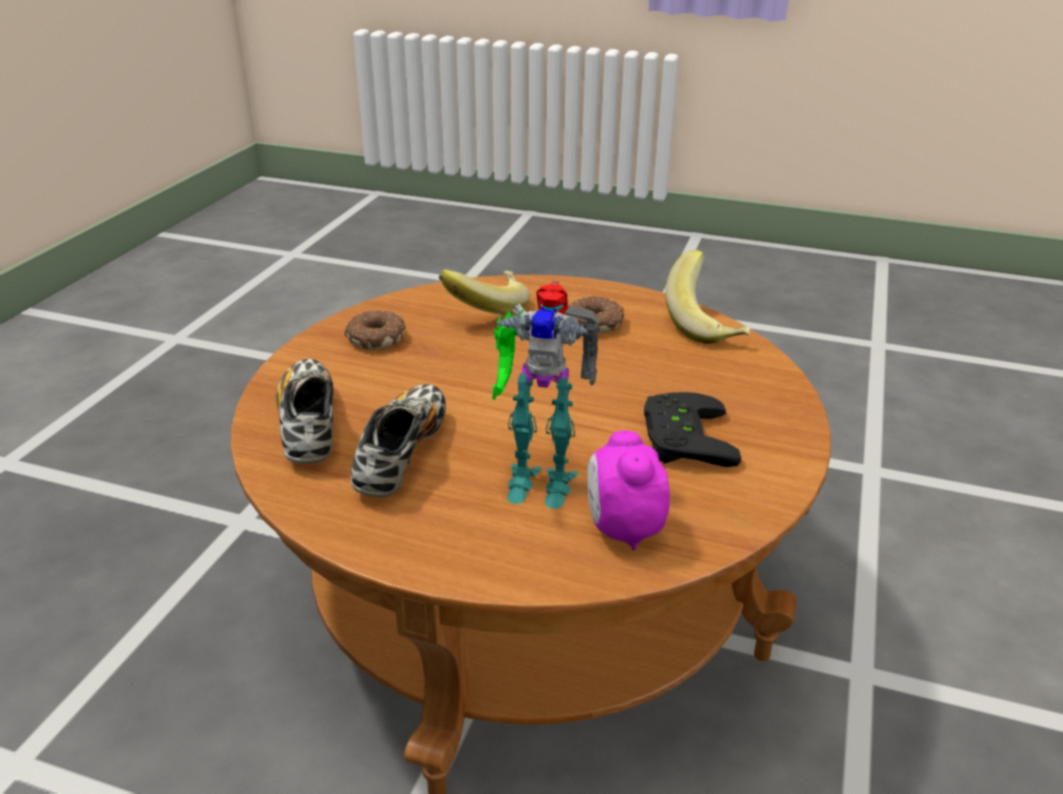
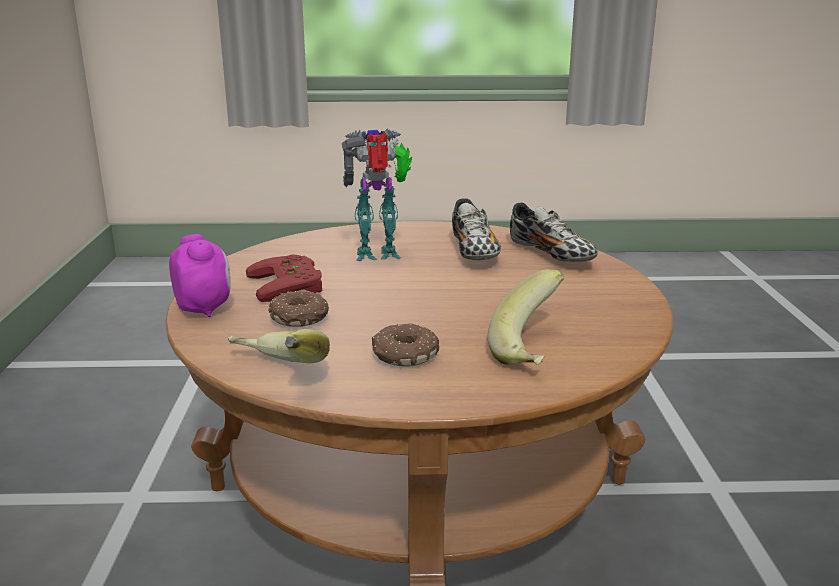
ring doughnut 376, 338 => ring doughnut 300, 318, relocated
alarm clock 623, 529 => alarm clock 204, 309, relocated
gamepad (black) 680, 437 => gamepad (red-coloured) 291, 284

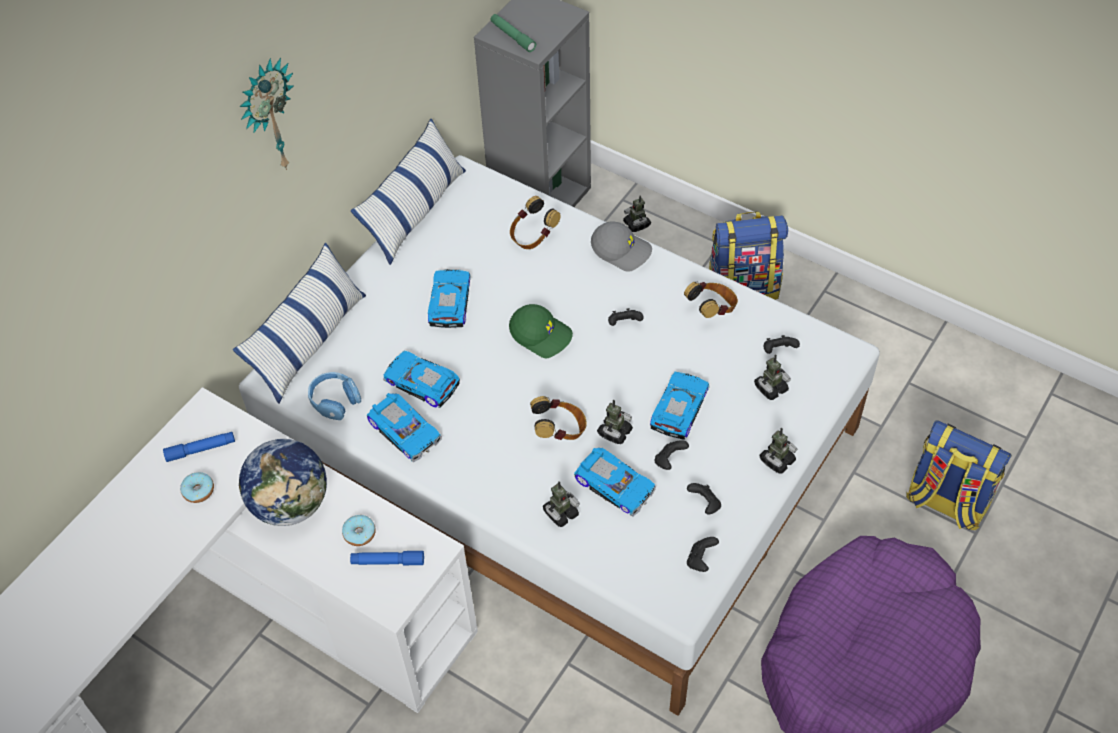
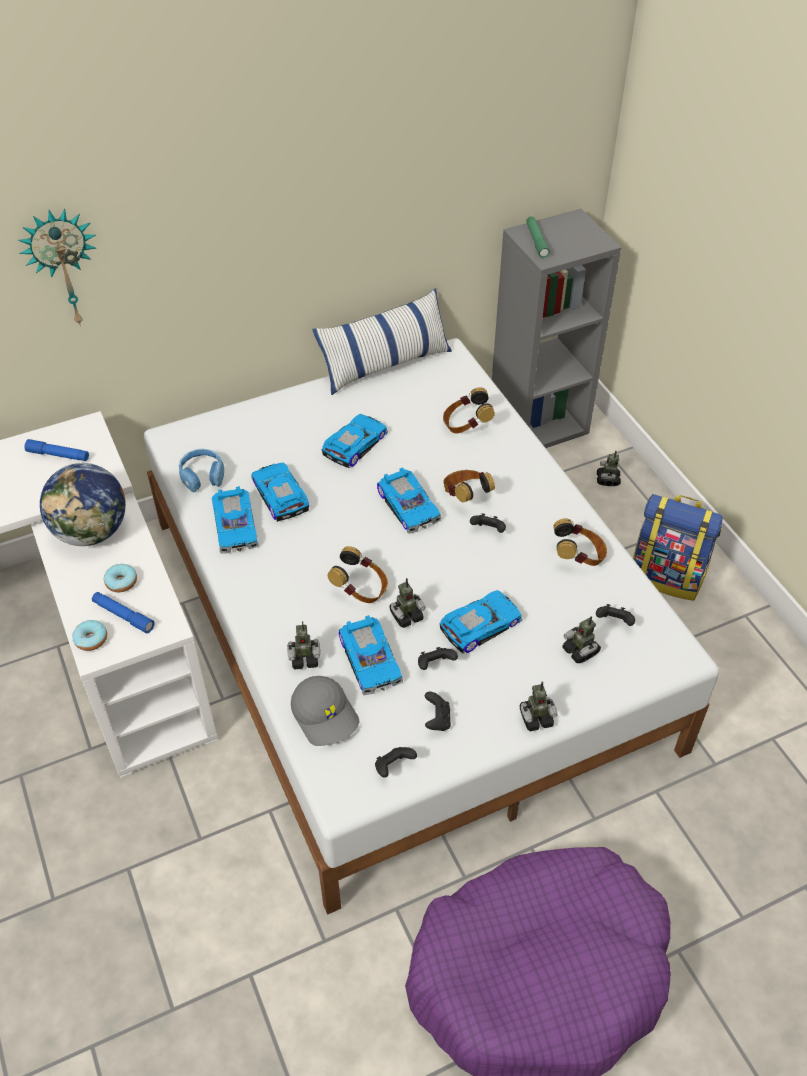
ring doughnut 198, 491 => ring doughnut 91, 639, relocated
cushion 309, 342 => nothing
hanging clock 268, 117 => hanging clock 63, 267, relocated
cap (green) 542, 334 => toy car 409, 505
cap (gray) 622, 250 => cap (gray) 326, 715, relocated
toy robot 770, 388 => toy robot 580, 651, 60 degrees clockwise
rucksack 946, 502 => nothing
nothing => headset 465, 496

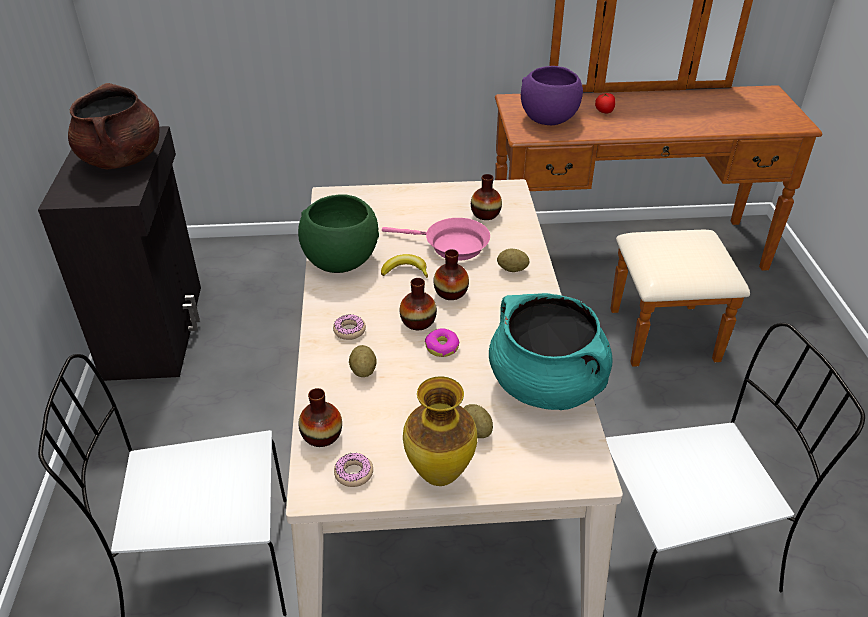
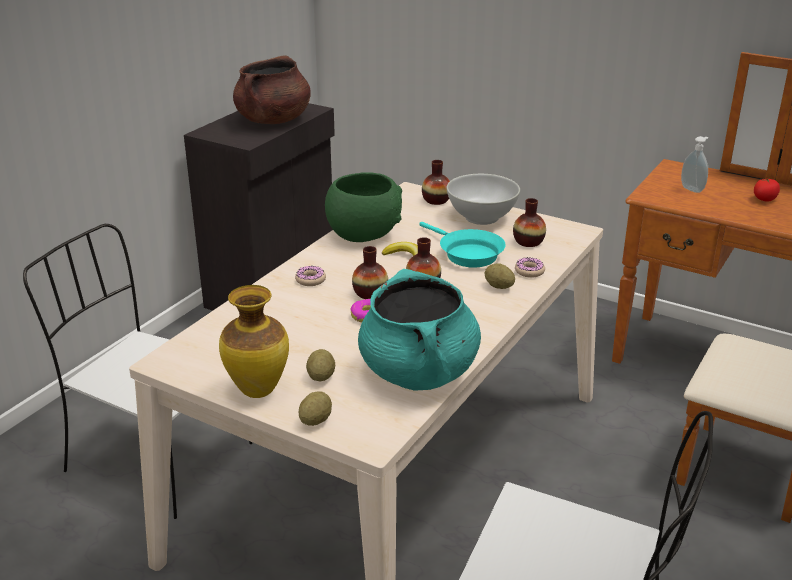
flower vase 322, 435 => flower vase 436, 200, relocated
ring doughnut 354, 473 => ring doughnut 529, 271, relocated
whole potato 363, 371 => whole potato 315, 420, relocated
pan (pink-coloured) 451, 245 => pan (blue-green) 467, 253
bowl (purplish) 548, 118 => liquid soap bottle 693, 189
nothing => bowl (white-coloured) 482, 218

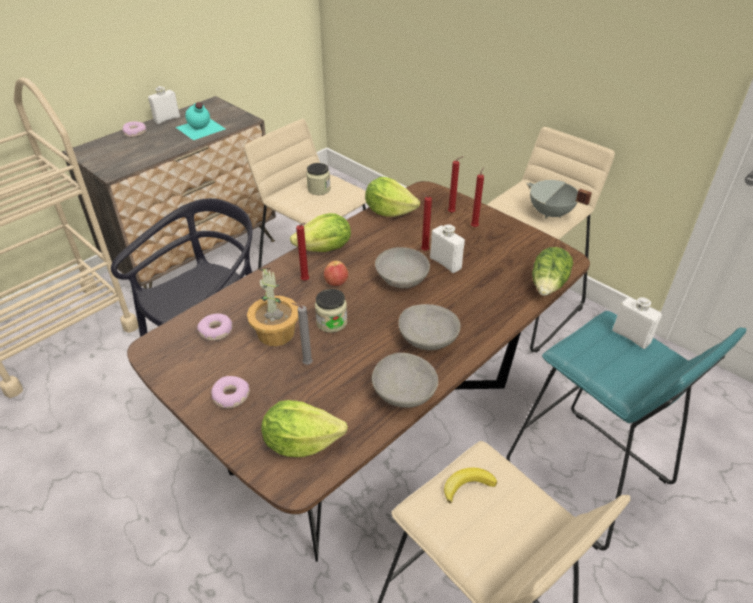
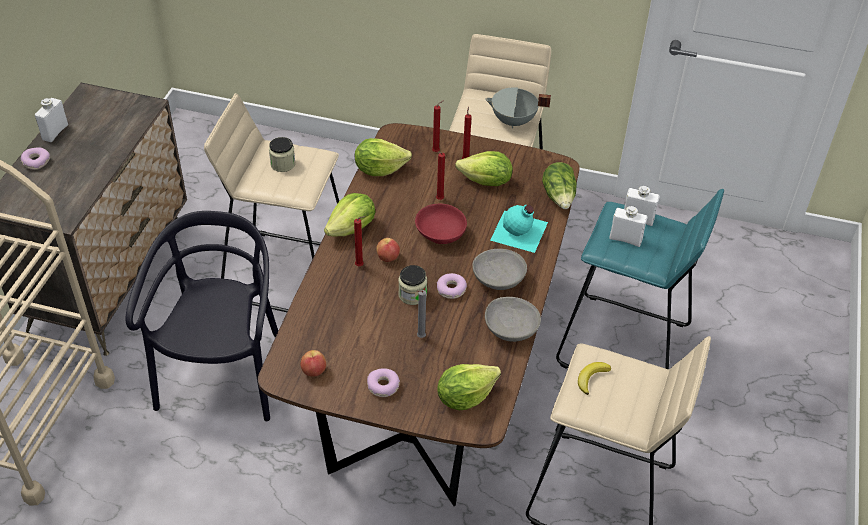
drink bottle (blue-green) 200, 128 => drink bottle (blue-green) 519, 232, relocated
ring doughnut 216, 331 => ring doughnut 451, 289, relocated
plant in a pot 276, 333 => nothing
bowl (gray) 402, 279 => bowl (red-coloured) 441, 234
drink bottle (white-coloured) 445, 263 => drink bottle (white-coloured) 625, 239, relocated
nothing => apple fruit 314, 371
nothing => head of lettuce 486, 182

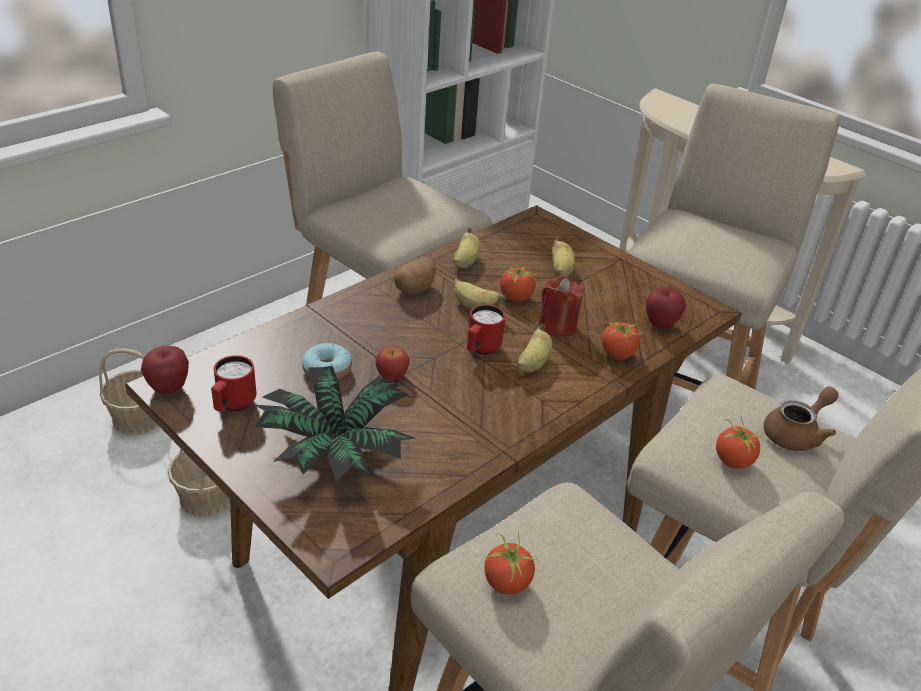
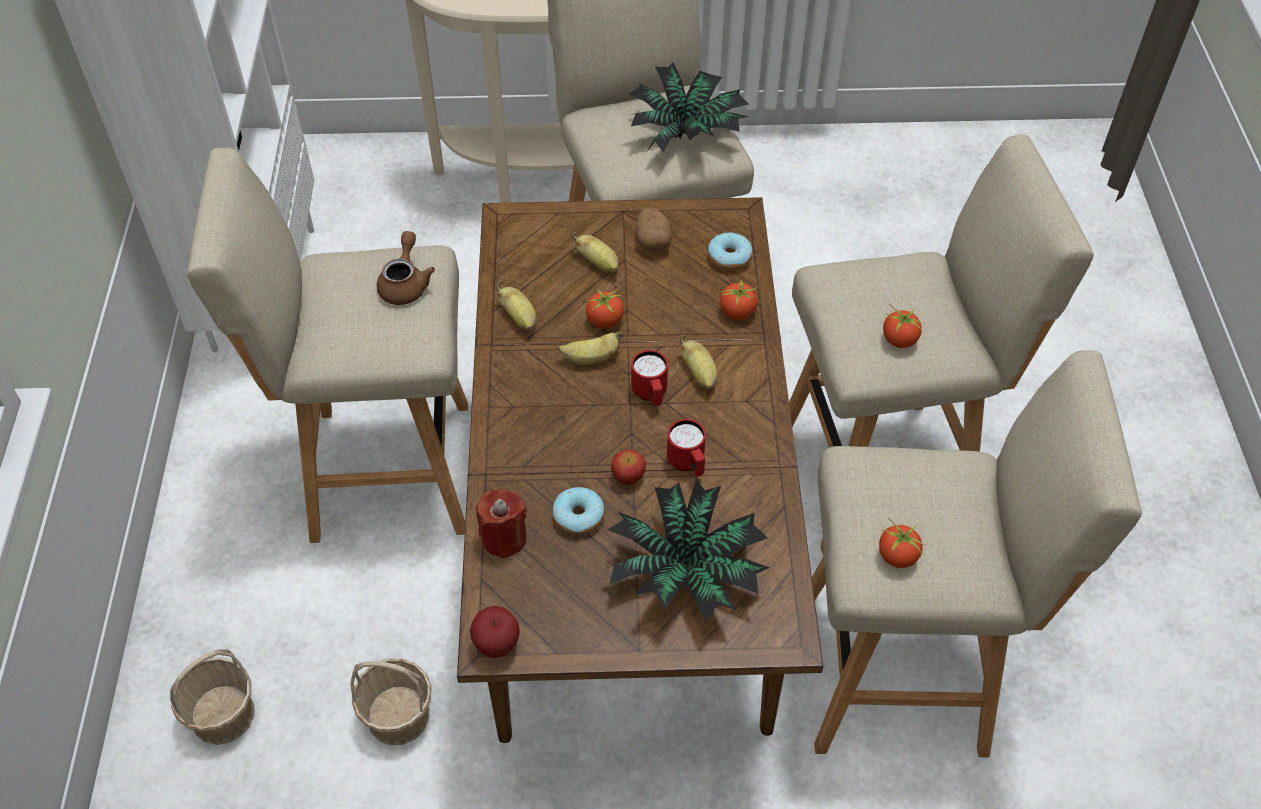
mug (red-coloured) 233, 405 => mug (red-coloured) 688, 464, relocated
whole potato 415, 288 => whole potato 653, 241, relocated
wax light (red-coloured) 557, 326 => wax light (red-coloured) 504, 538, relocated
apple fruit 660, 324 => ring doughnut 729, 258
pot for tea (brown) 796, 434 => pot for tea (brown) 406, 284, relocated
nothing => plant in a pot 686, 135

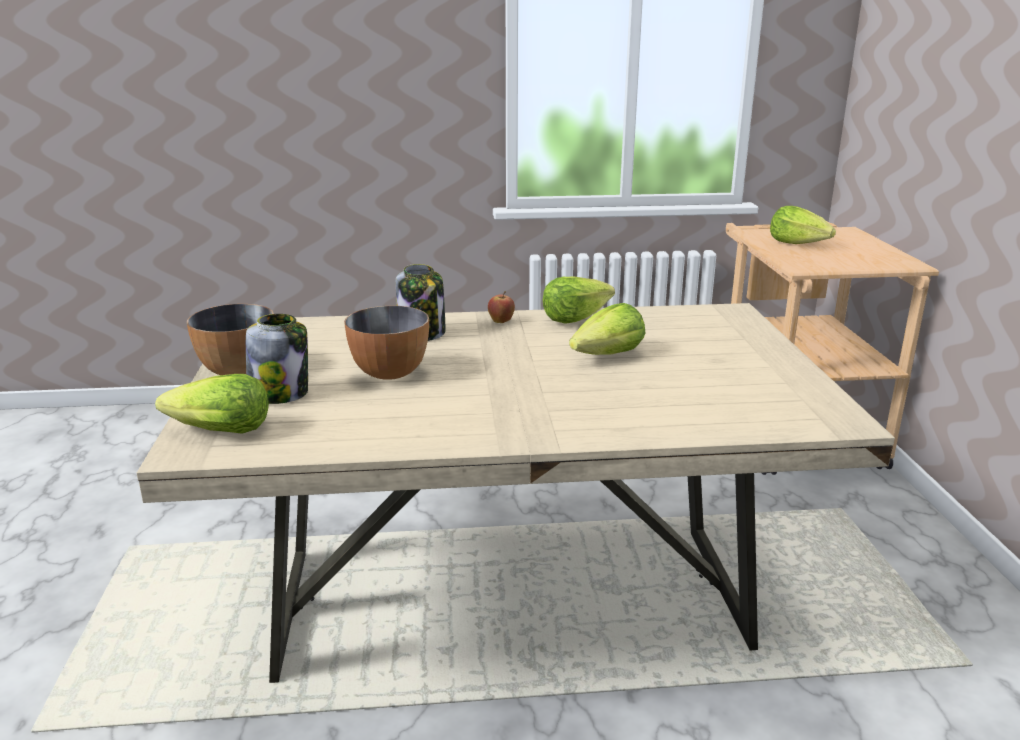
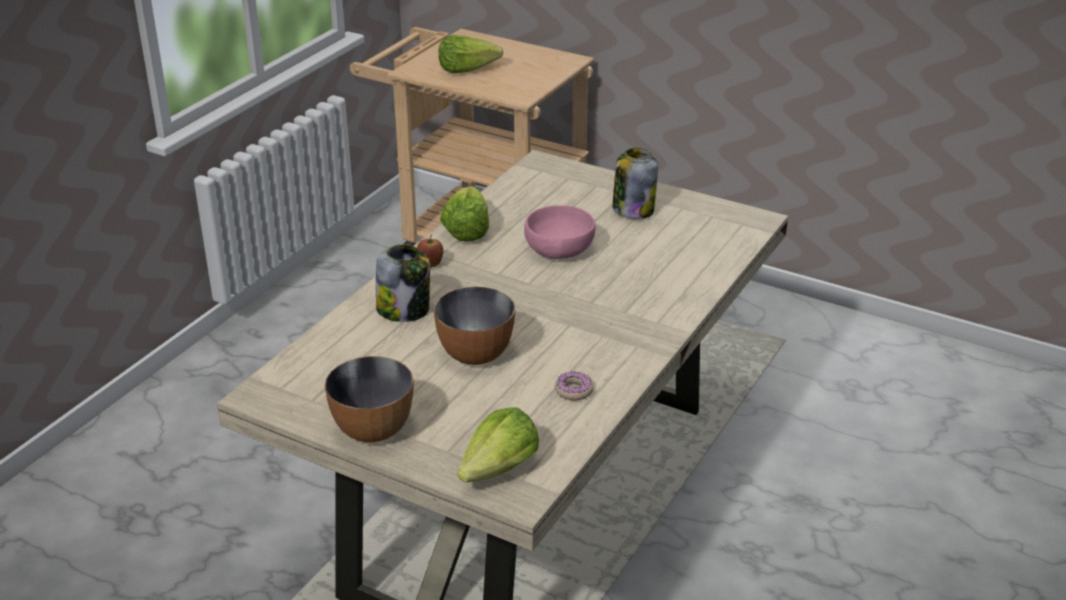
preserve jar 280, 393 => preserve jar 633, 209, relocated
head of lettuce 608, 356 => bowl (pink-coloured) 560, 249
nothing => ring doughnut 574, 390

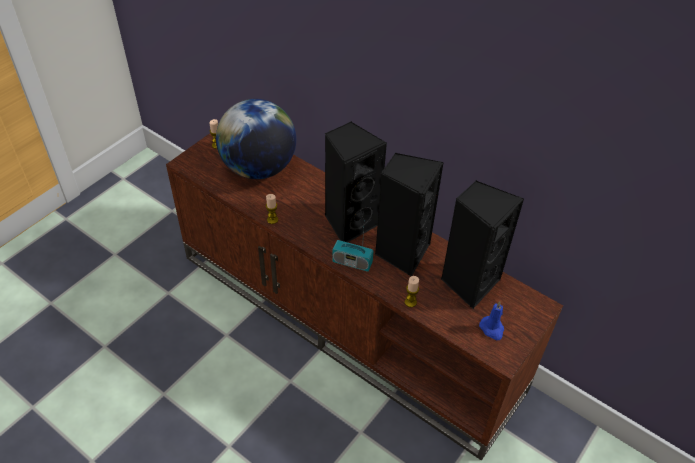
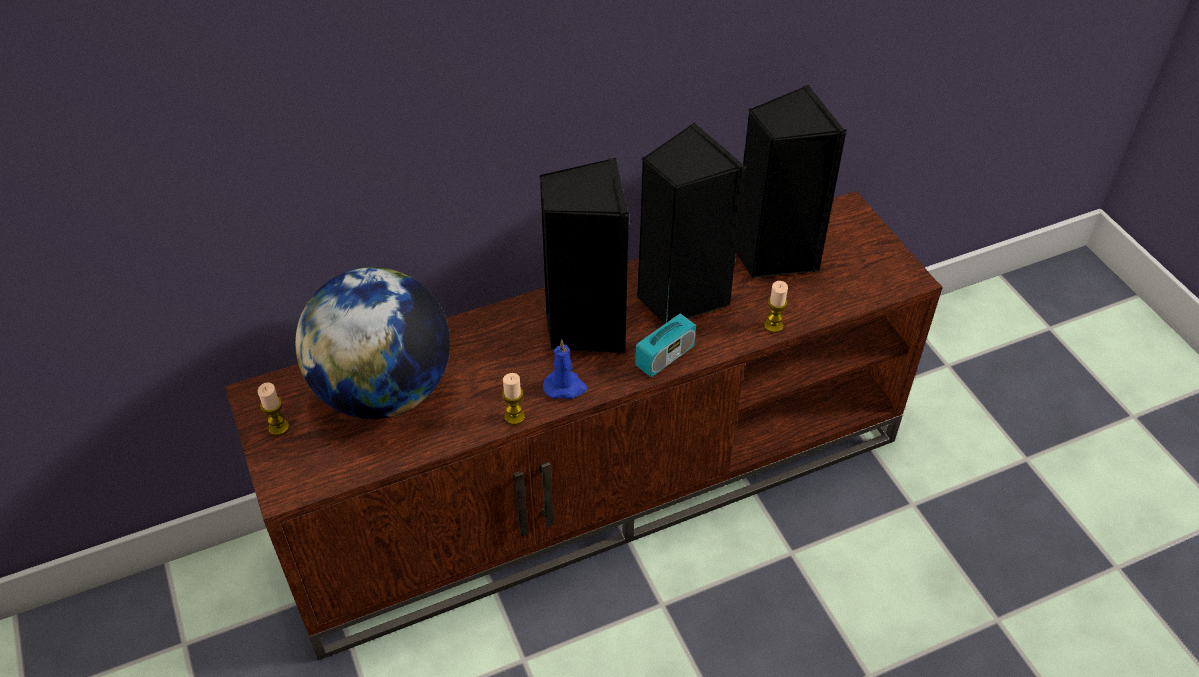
wax light (blue) 492, 329 => wax light (blue) 565, 387, relocated

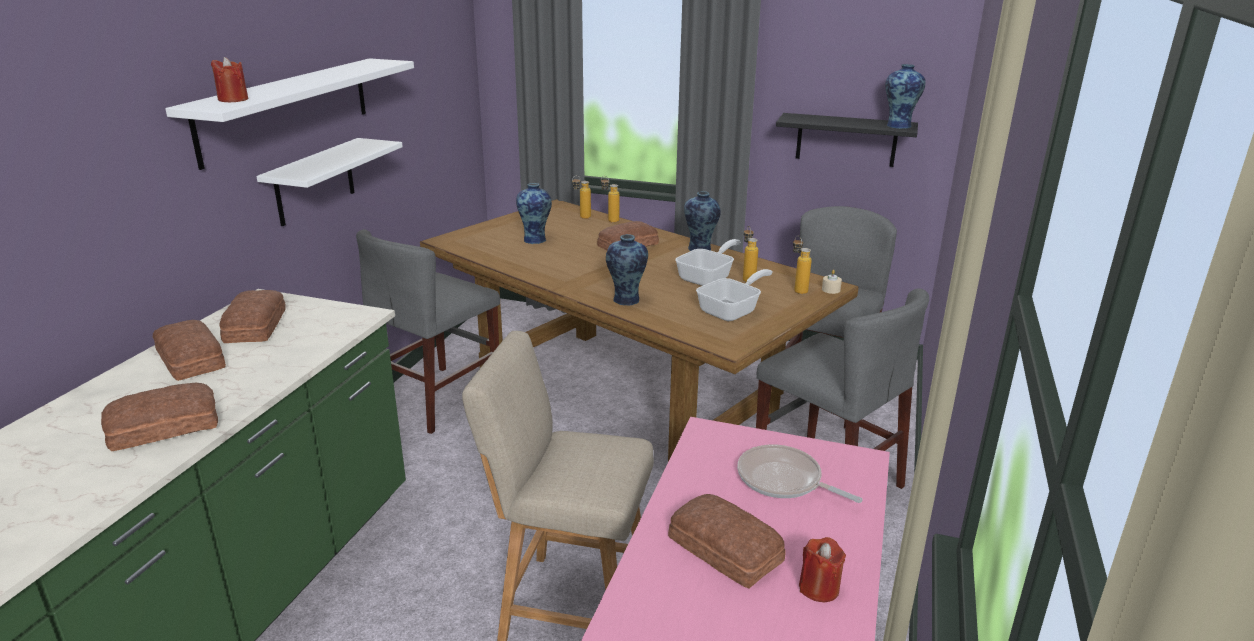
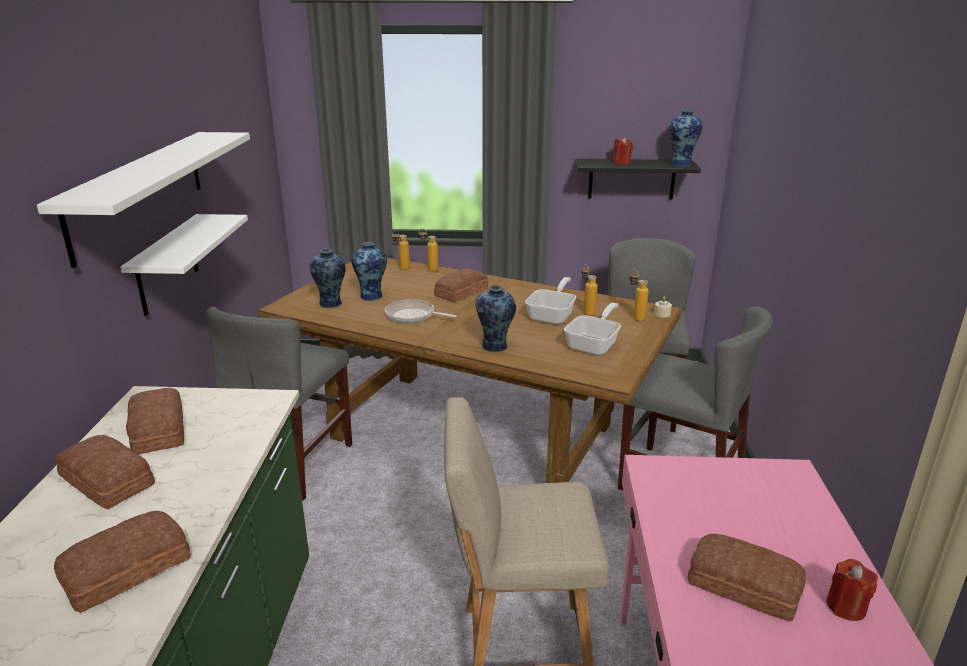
wax light (red-coloured) 233, 99 => wax light (red-coloured) 621, 162, relocated
flower vase 700, 249 => flower vase 331, 304, relocated
pan 783, 480 => pan 413, 316, relocated

